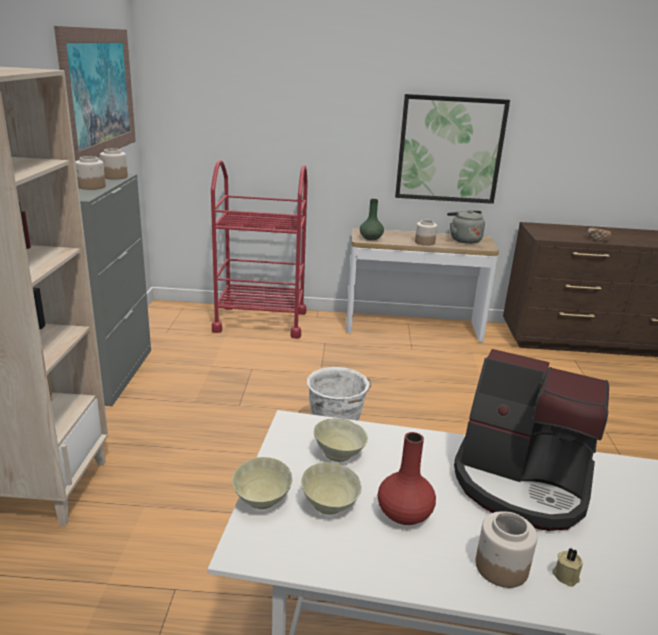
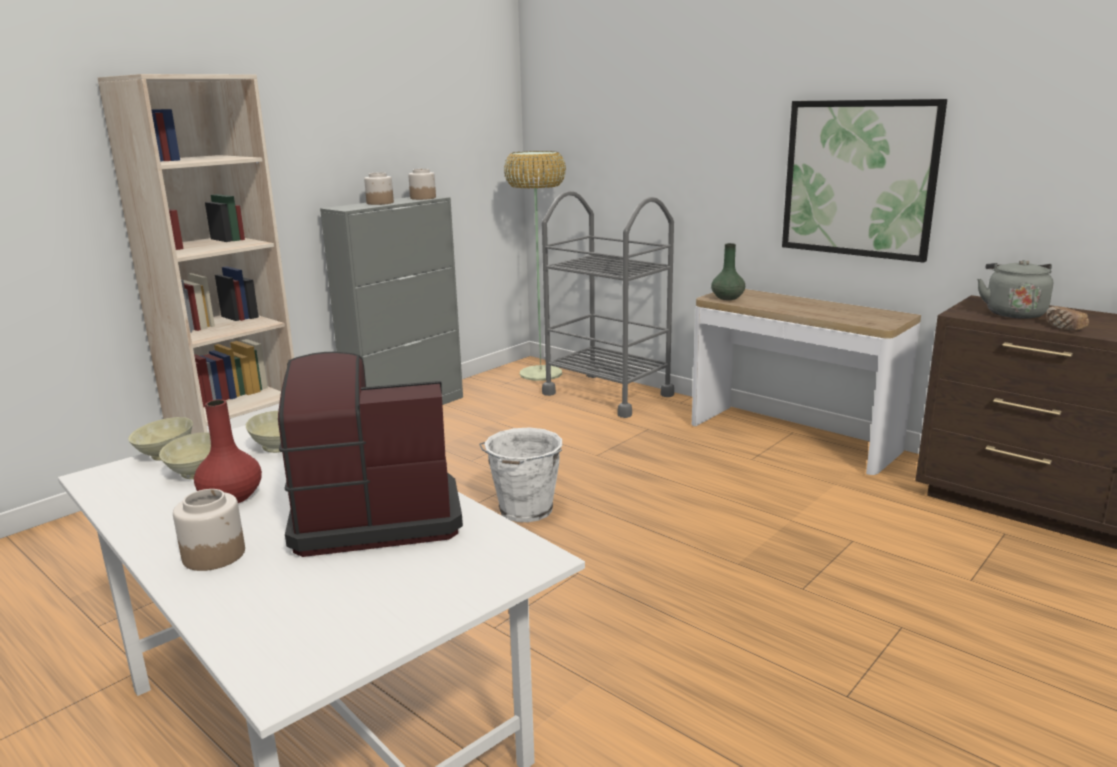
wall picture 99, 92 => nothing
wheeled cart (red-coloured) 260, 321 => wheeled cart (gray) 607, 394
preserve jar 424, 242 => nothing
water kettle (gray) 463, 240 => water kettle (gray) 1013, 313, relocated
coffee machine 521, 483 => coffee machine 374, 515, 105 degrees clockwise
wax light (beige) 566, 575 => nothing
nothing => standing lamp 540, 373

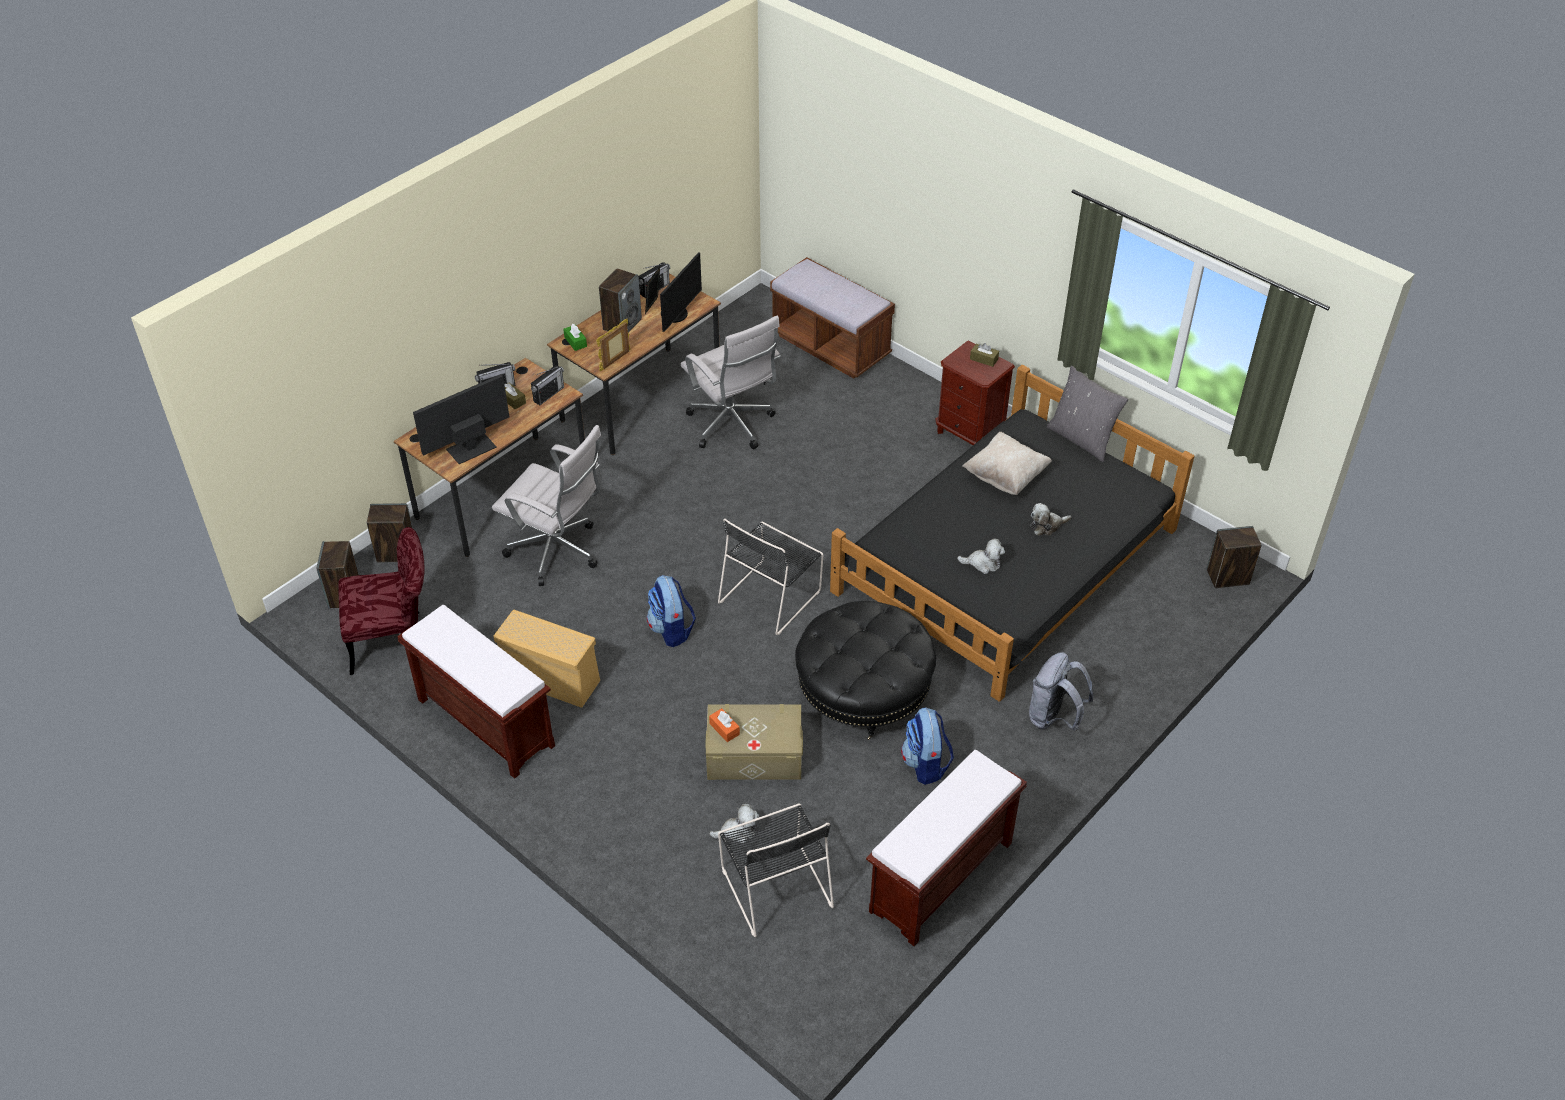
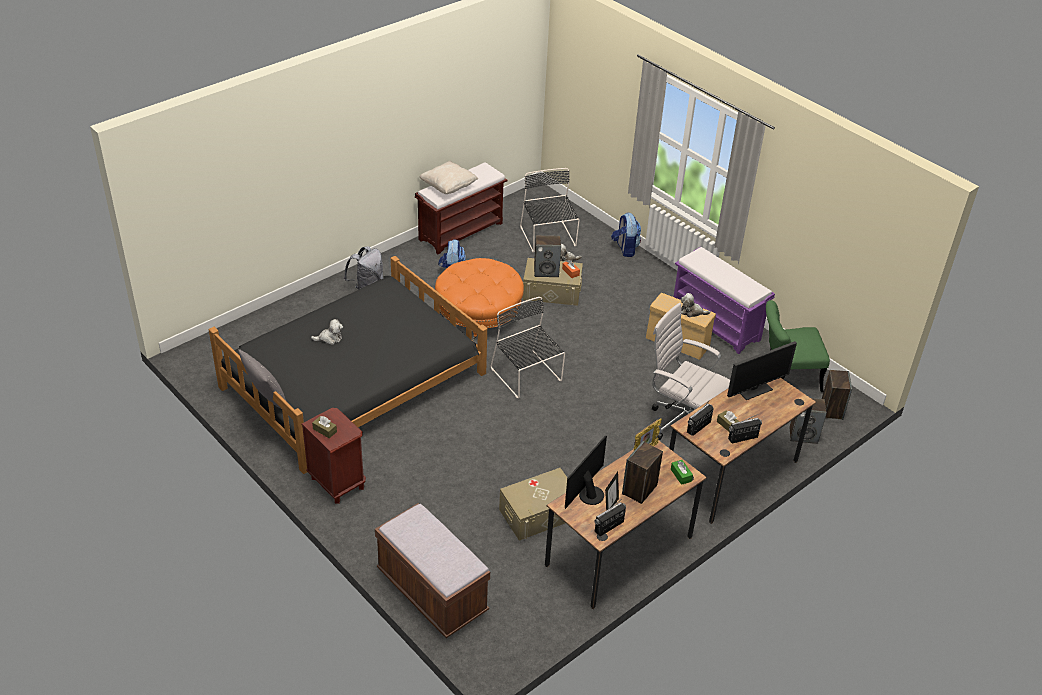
chair (red-coloured) 395, 640 => chair (green) 785, 376
indoor bench (brown) 484, 722 => indoor bench (purplish) 716, 324
rucksack 671, 630 => rucksack 625, 249, relocated
computer chair (white-coloured) 732, 426 => storage bin (beige) 539, 513
chair (black) 771, 595 => chair (black) 527, 376, 75 degrees counterclockwise
ottoman (black) 863, 691 => ottoman (orangey) 478, 314
soft toy 983, 563 => soft toy 692, 312, relocated
cushion (beige) 1005, 477 => cushion (beige) 448, 187, relocated
audio speaker 1227, 577 => audio speaker 546, 271, relocated

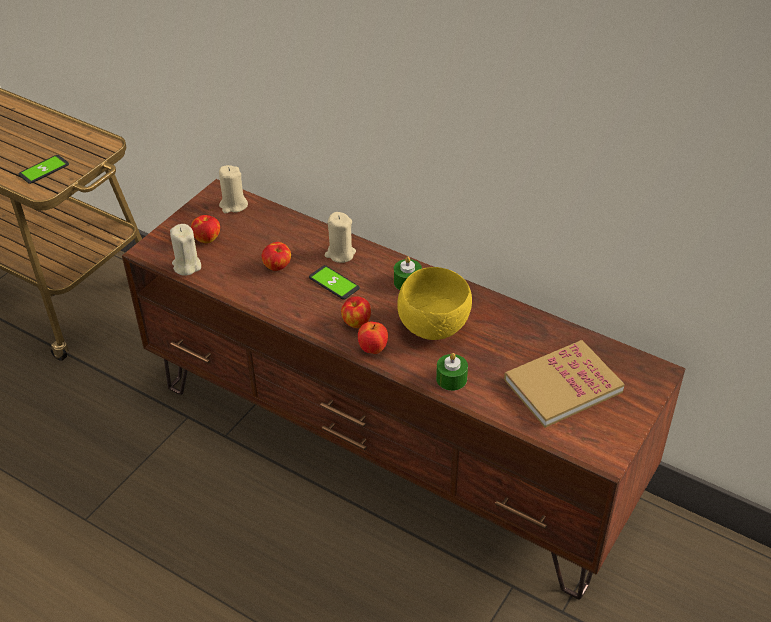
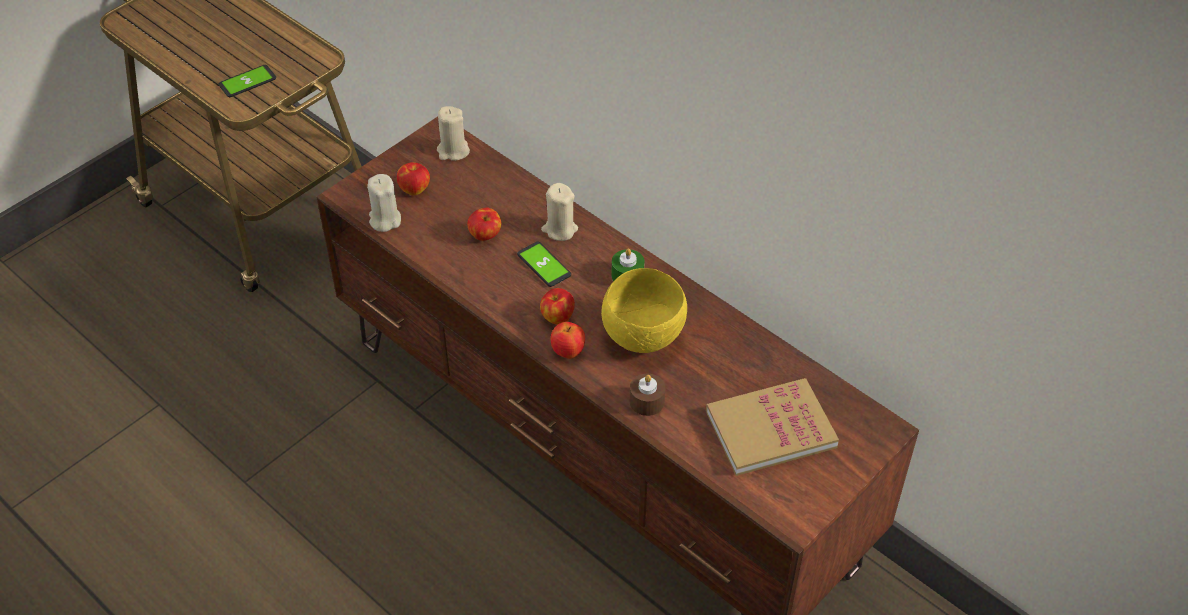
wax light (green) 451, 379 => wax light (brown) 647, 401

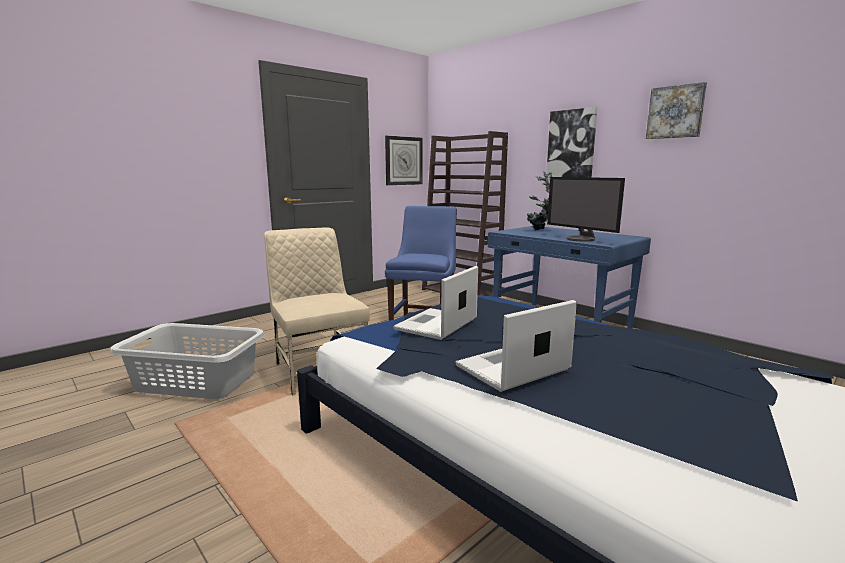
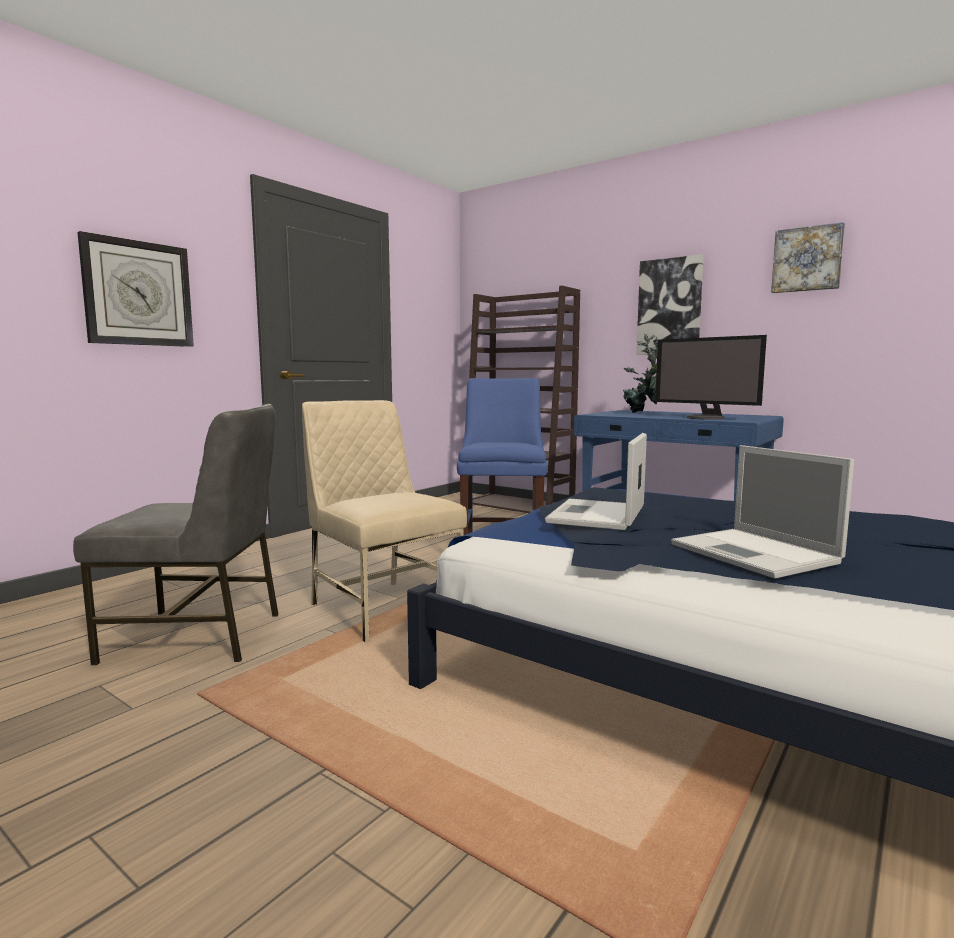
hamper (gray) 196, 382 => chair (gray) 198, 636
hanging clock 403, 161 => hanging clock 138, 293, relocated
notebook computer 511, 368 => notebook computer 756, 554, 75 degrees counterclockwise

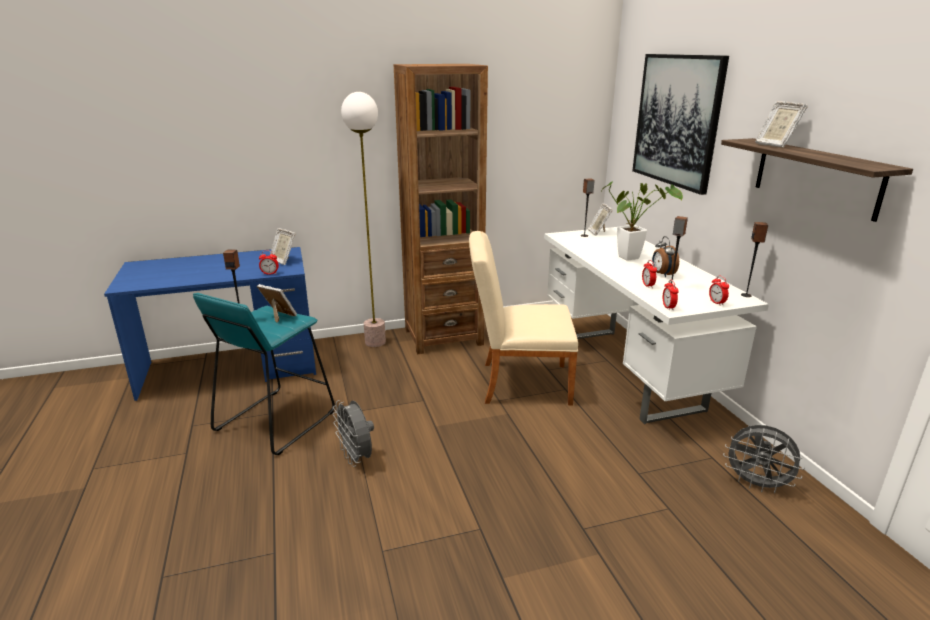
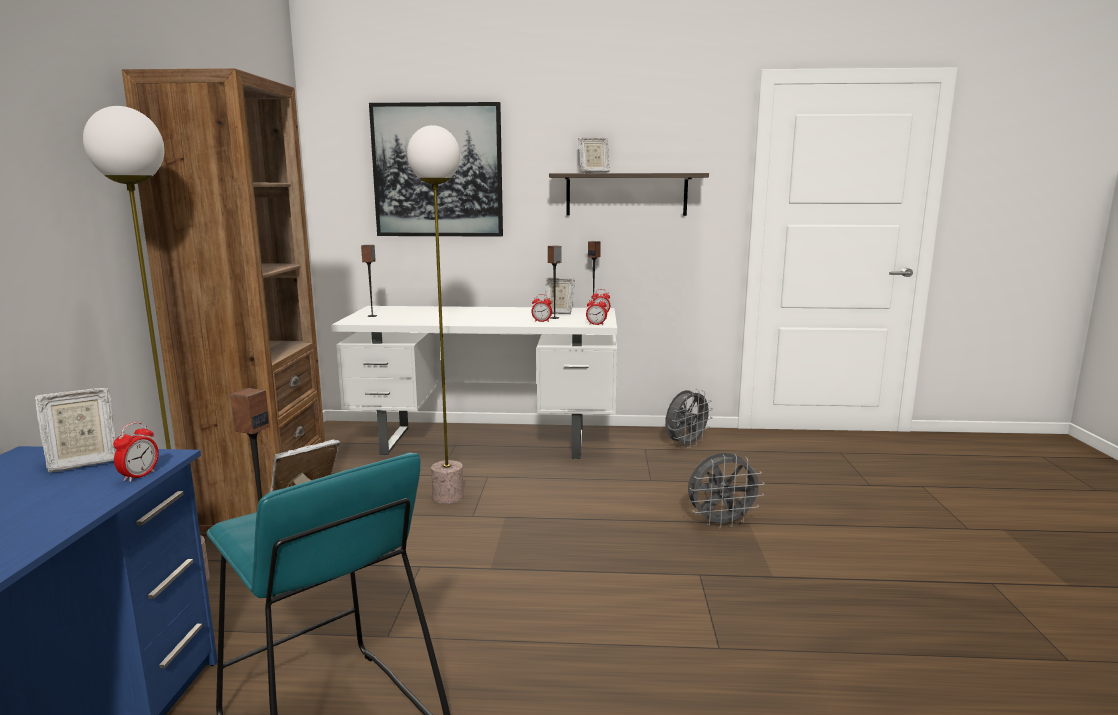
fan (gray) 356, 458 => fan (gray) 721, 523, relocated
chair (beige) 518, 383 => standing lamp 447, 497
photo frame 598, 233 => photo frame 558, 312, relocated
plant in a pot 632, 257 => nothing
alarm clock 662, 274 => nothing

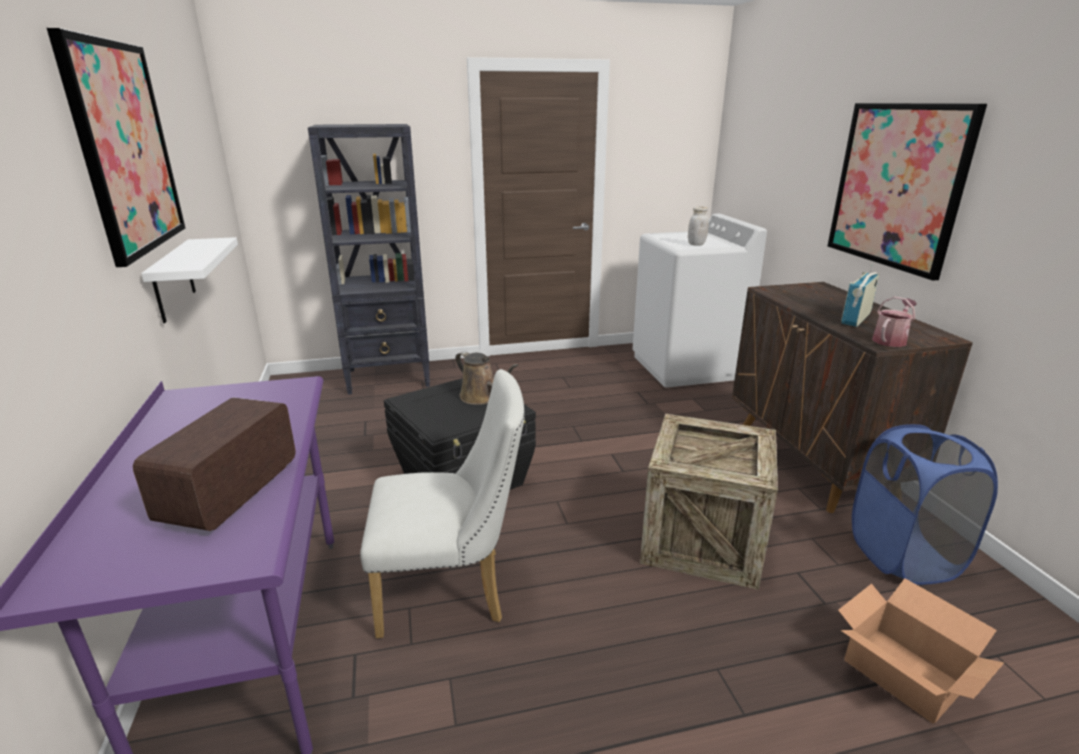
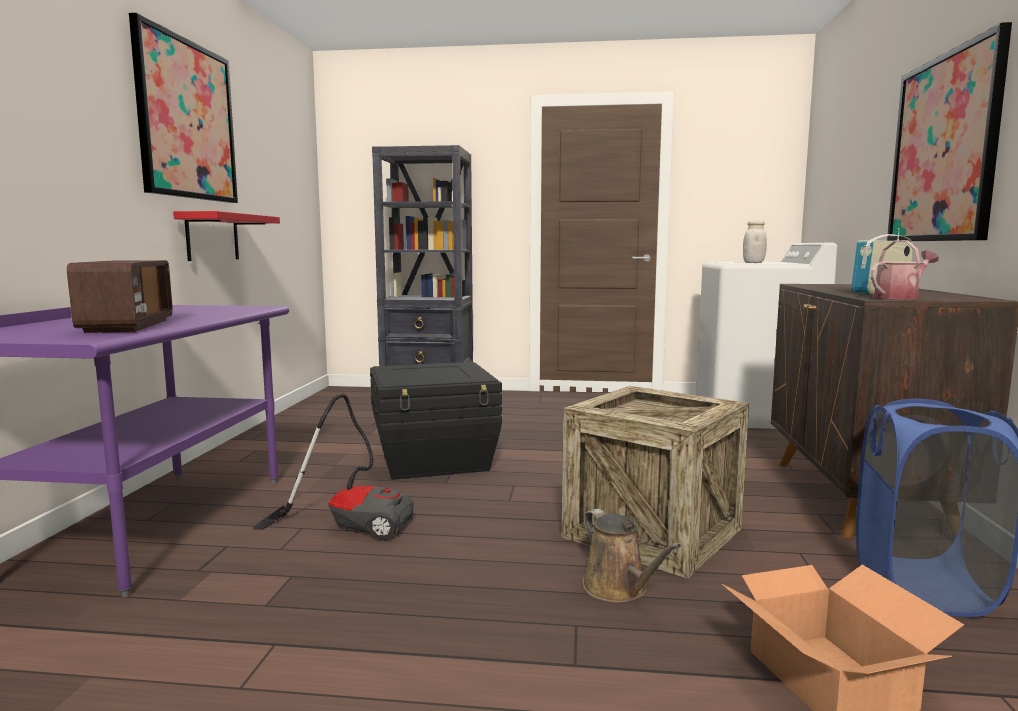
radio set 231, 492 => radio set 127, 326, 135 degrees clockwise
shelf (white-coloured) 173, 280 => shelf (red-coloured) 212, 237
chair (white-coloured) 452, 590 => vacuum 351, 524
sprinkling can (brown) 482, 397 => sprinkling can (brown) 618, 589, relocated

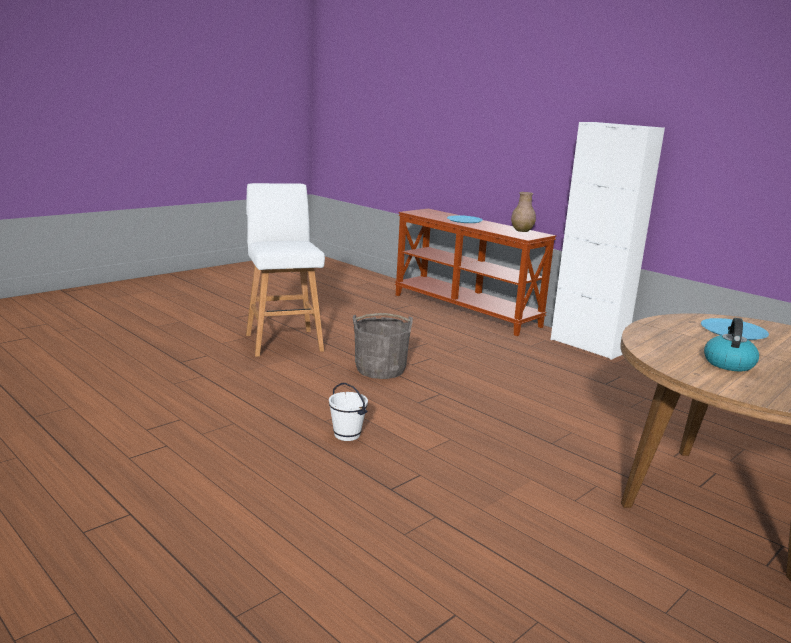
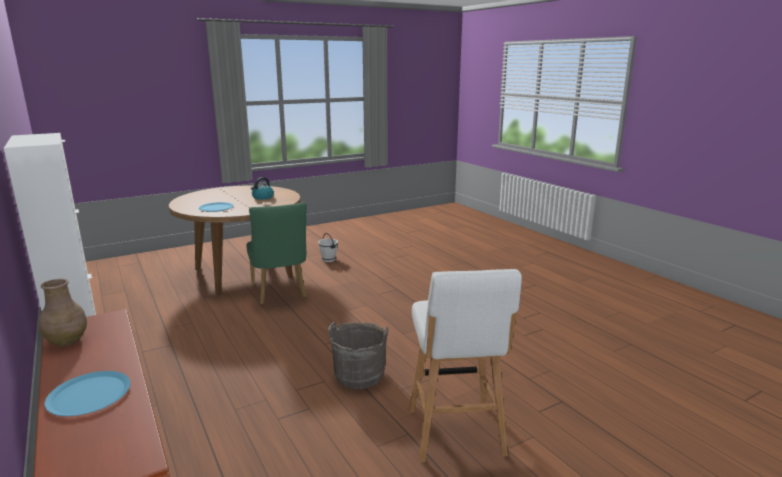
bucket (white-coloured) 346, 435 => bucket (white-coloured) 329, 260, relocated
nothing => chair (green) 280, 293

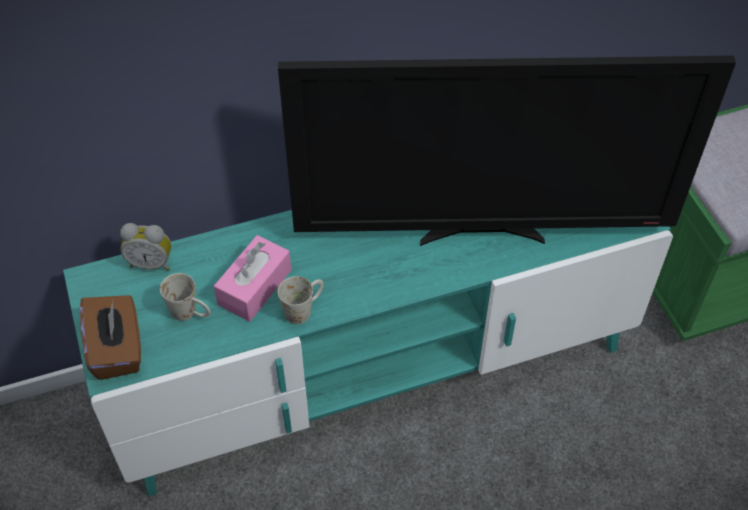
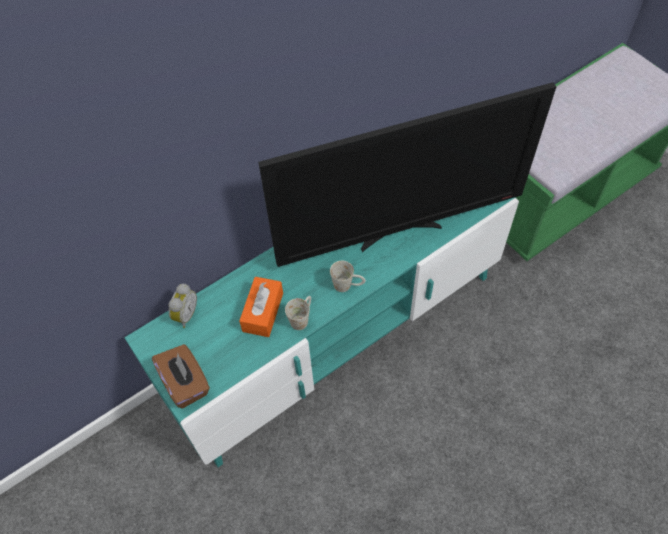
alarm clock 151, 262 => alarm clock 185, 314, 60 degrees counterclockwise
mug (white-coloured) 191, 313 => mug (white-coloured) 348, 285, relocated
tissue box (pink-coloured) 255, 287 => tissue box (orangey) 263, 312

